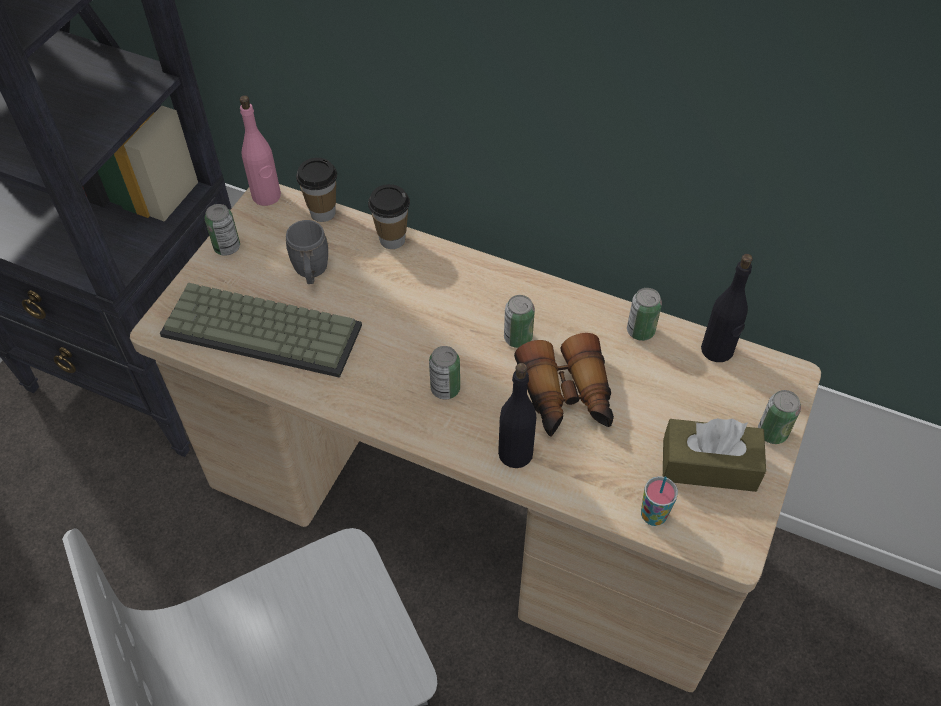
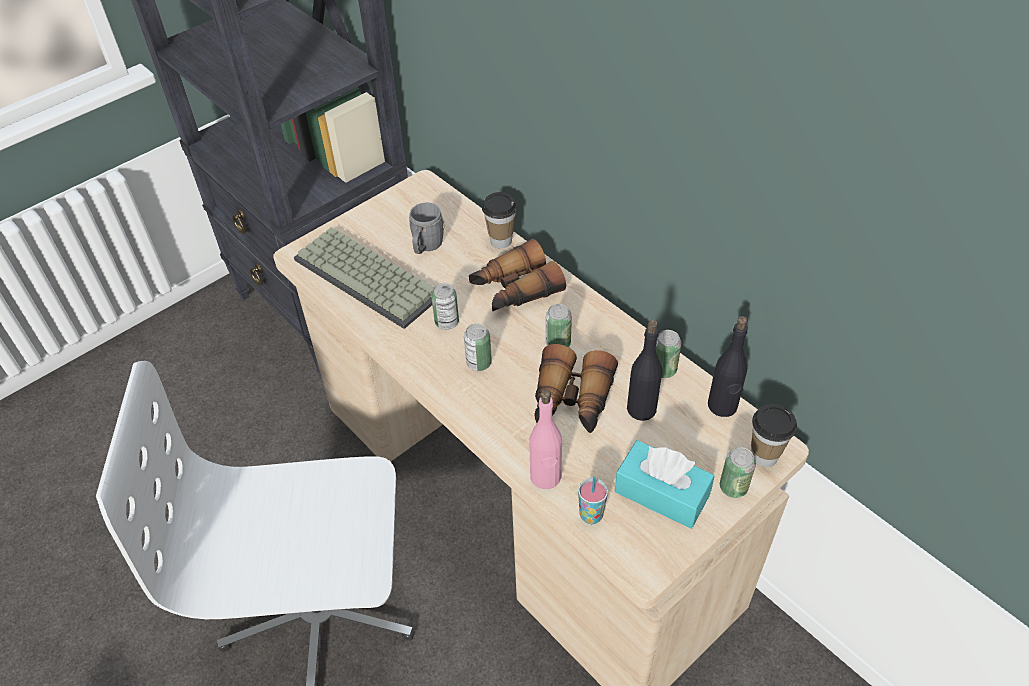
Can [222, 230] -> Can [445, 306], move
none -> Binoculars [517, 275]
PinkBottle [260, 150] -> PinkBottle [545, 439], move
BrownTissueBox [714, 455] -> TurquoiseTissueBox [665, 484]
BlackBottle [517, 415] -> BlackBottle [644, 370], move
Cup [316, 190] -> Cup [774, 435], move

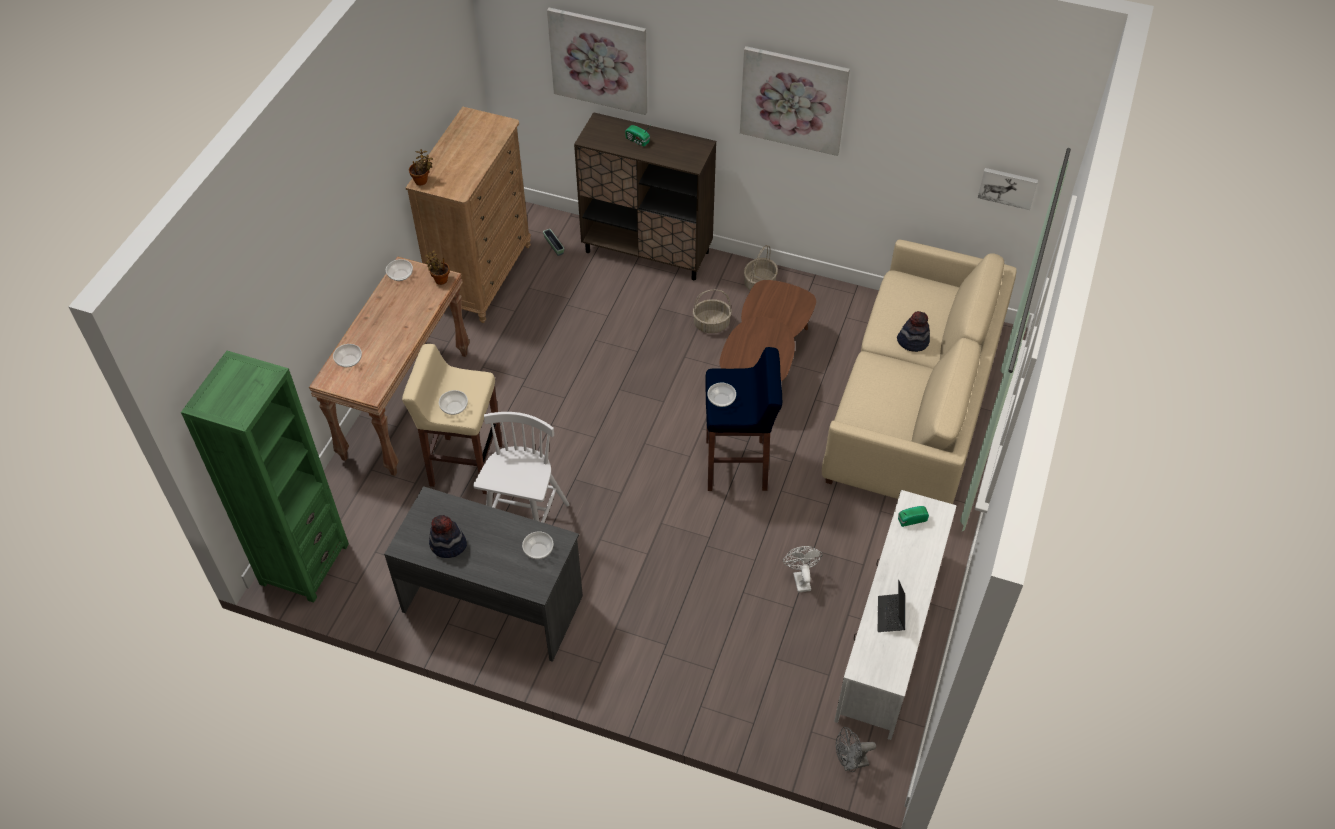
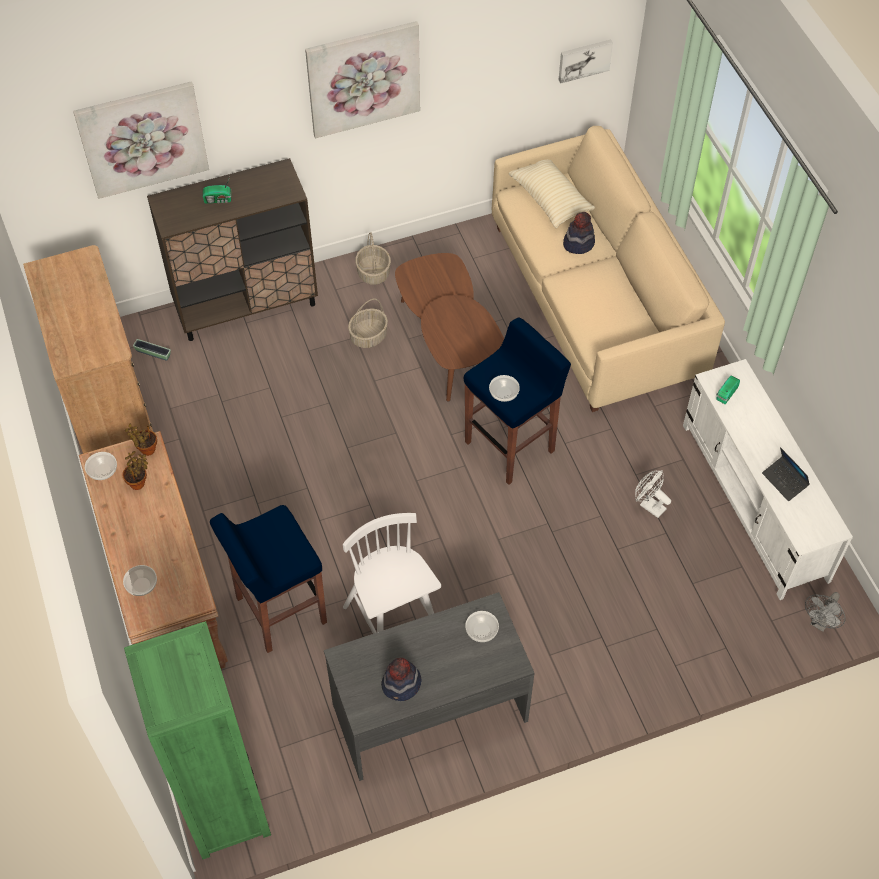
PottedPlant [421, 167] -> PottedPlant [135, 470], move
BeigeStool [452, 419] -> BlueStool [268, 579]
none -> BeigePillow [552, 194]
Bowl [453, 402] -> none

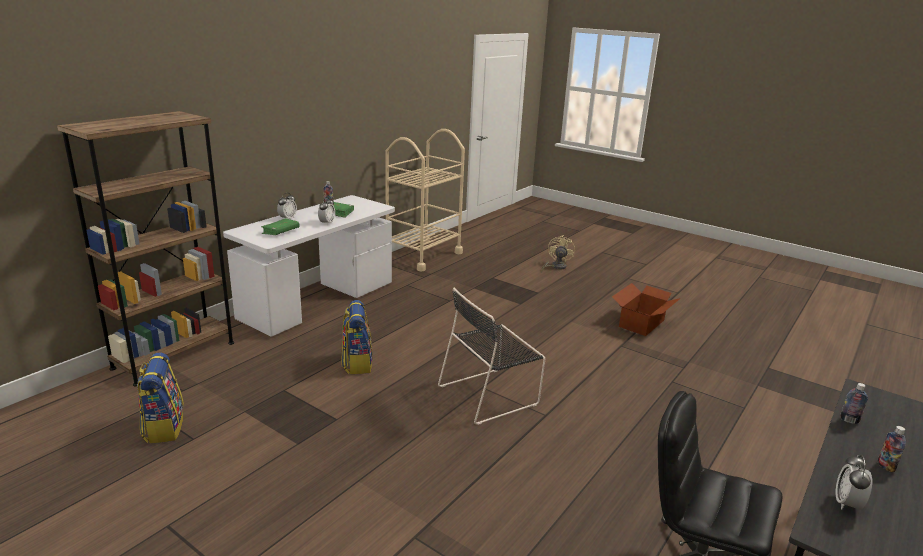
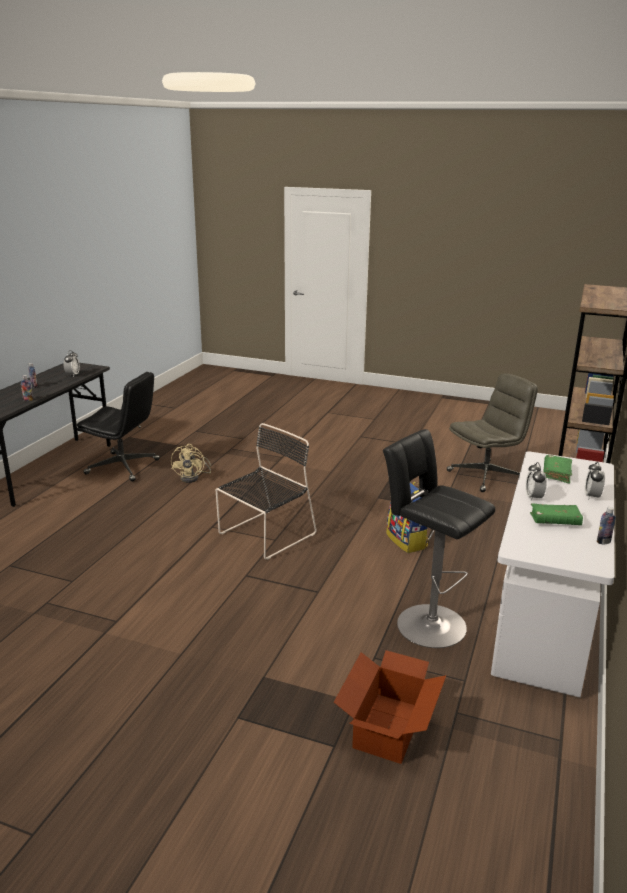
BeigeFan [558, 253] -> BeigeFan [191, 463], move
CardboardBox [646, 309] -> CardboardBox [390, 707], move
none -> BlackStool [439, 538]
Backpack [160, 397] -> GreyOfficeChair [492, 432]
BeigeCart [425, 200] -> none

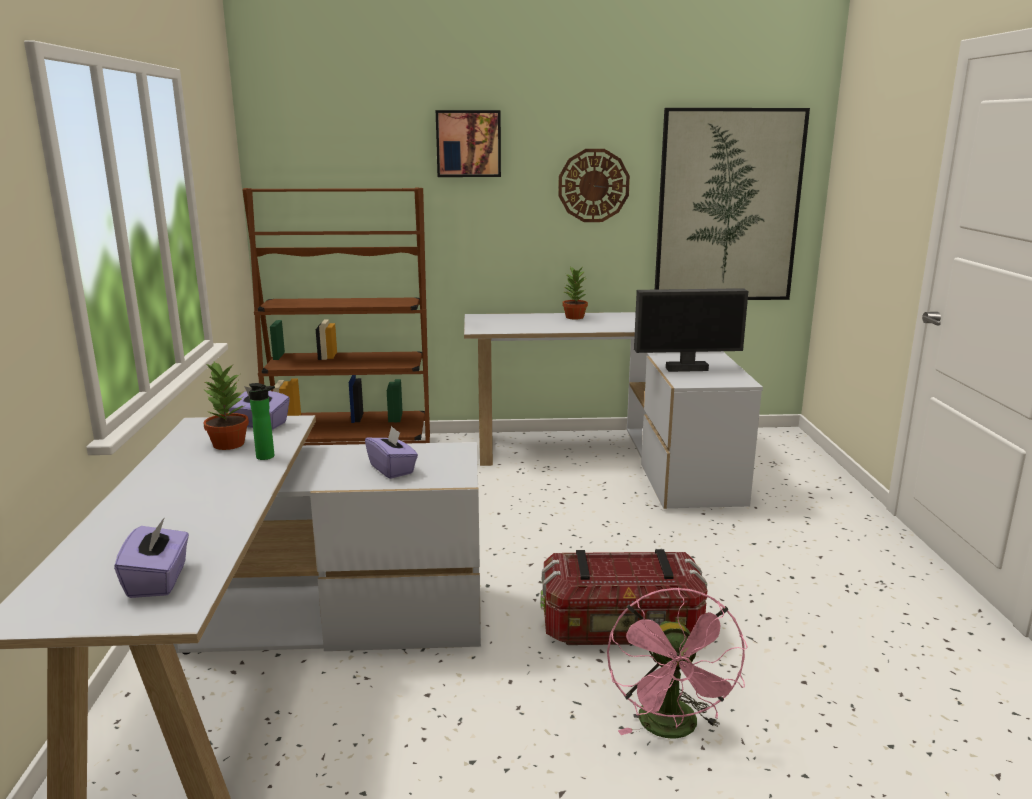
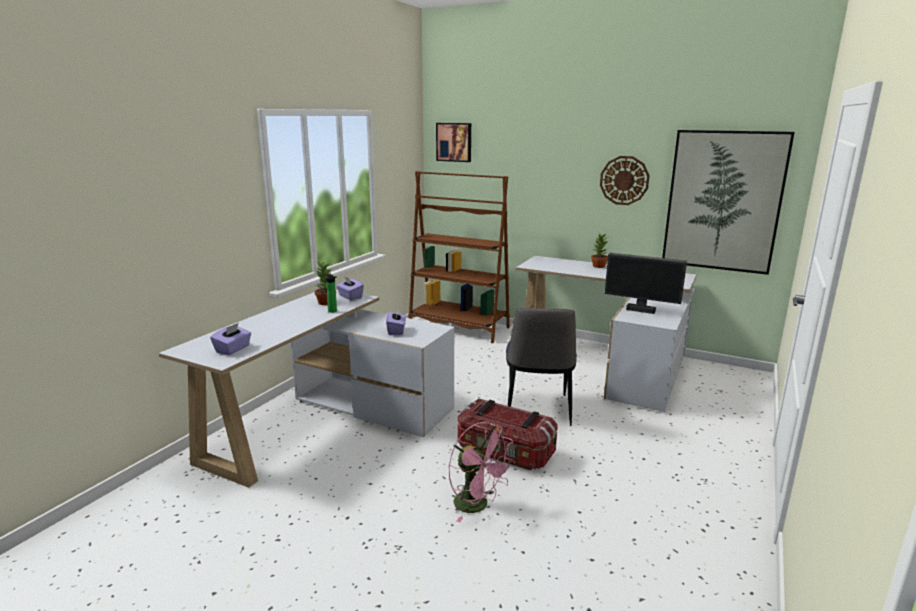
Picture [468, 143] -> Picture [453, 142], move
PinkFan [677, 663] -> PinkFan [482, 472], 75 degrees counterclockwise
none -> Chair [541, 367]

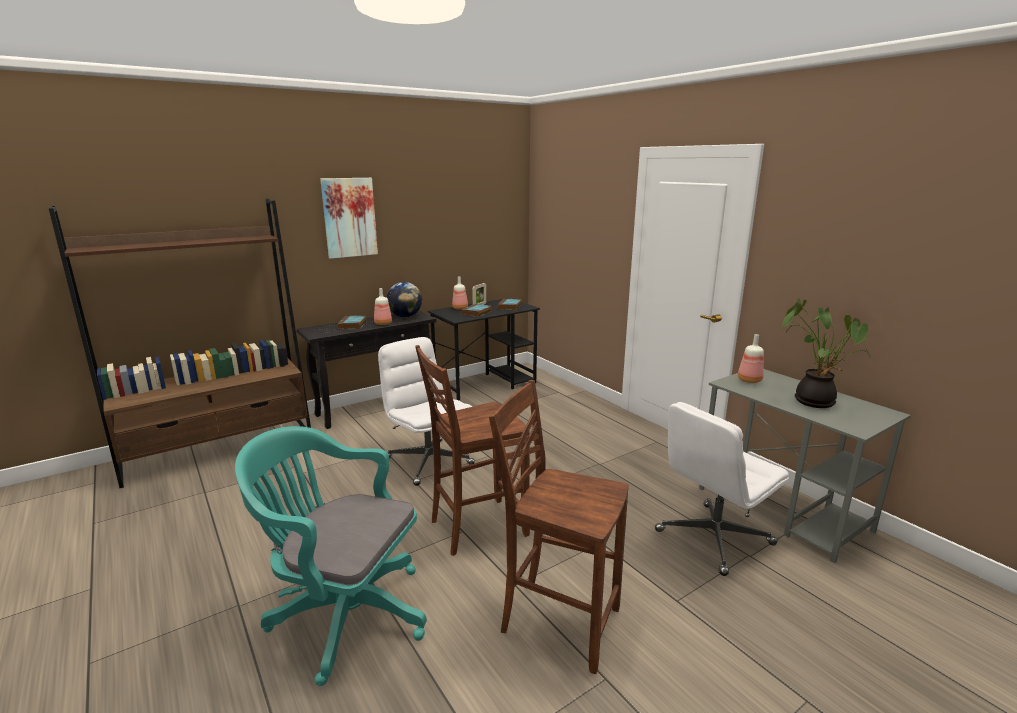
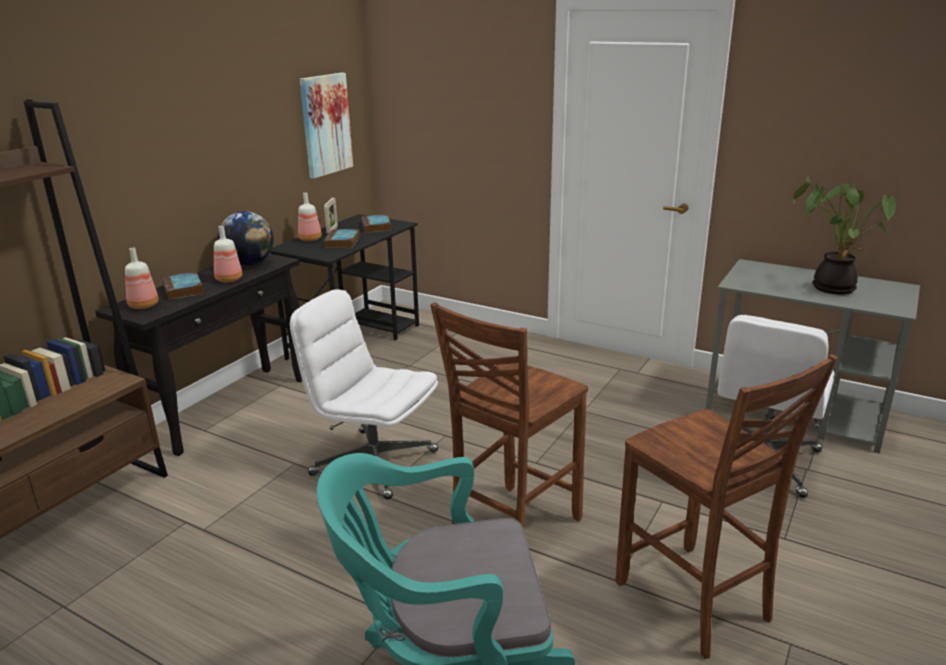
Bottle [751, 358] -> Bottle [142, 278], move
Picture [349, 218] -> Picture [326, 125], move
BrownChair [559, 527] -> BrownChair [727, 506], 120 degrees counterclockwise

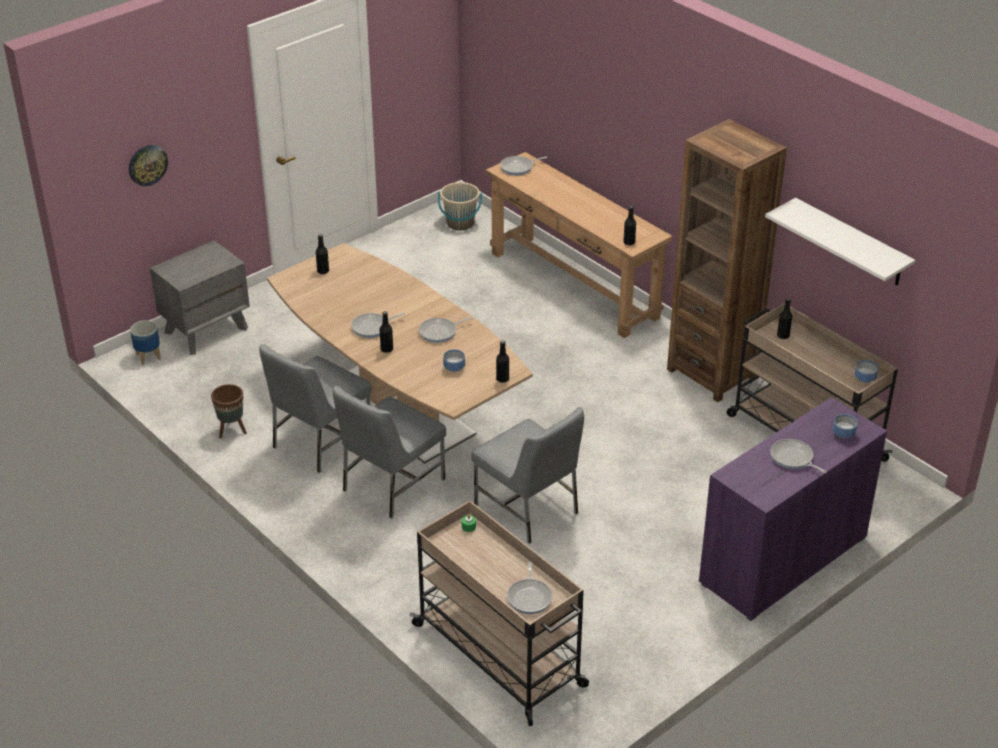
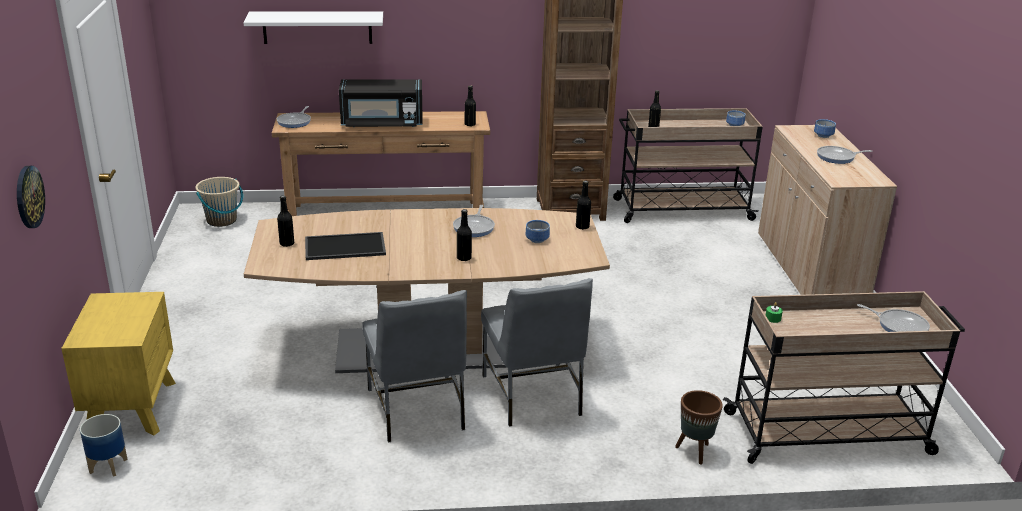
GreyNightstand [200, 297] -> YellowNightstand [118, 363]
WhiteShelf [840, 242] -> WhiteShelf [313, 27], move
none -> Tray [345, 246]
none -> BlackMicrowave [381, 103]
BrownPlanter [229, 411] -> BrownPlanter [699, 427], move
PurpleCabinet [793, 509] -> BeigeCabinet [827, 210]
FryingPan [378, 325] -> none
GreyChair [527, 475] -> none

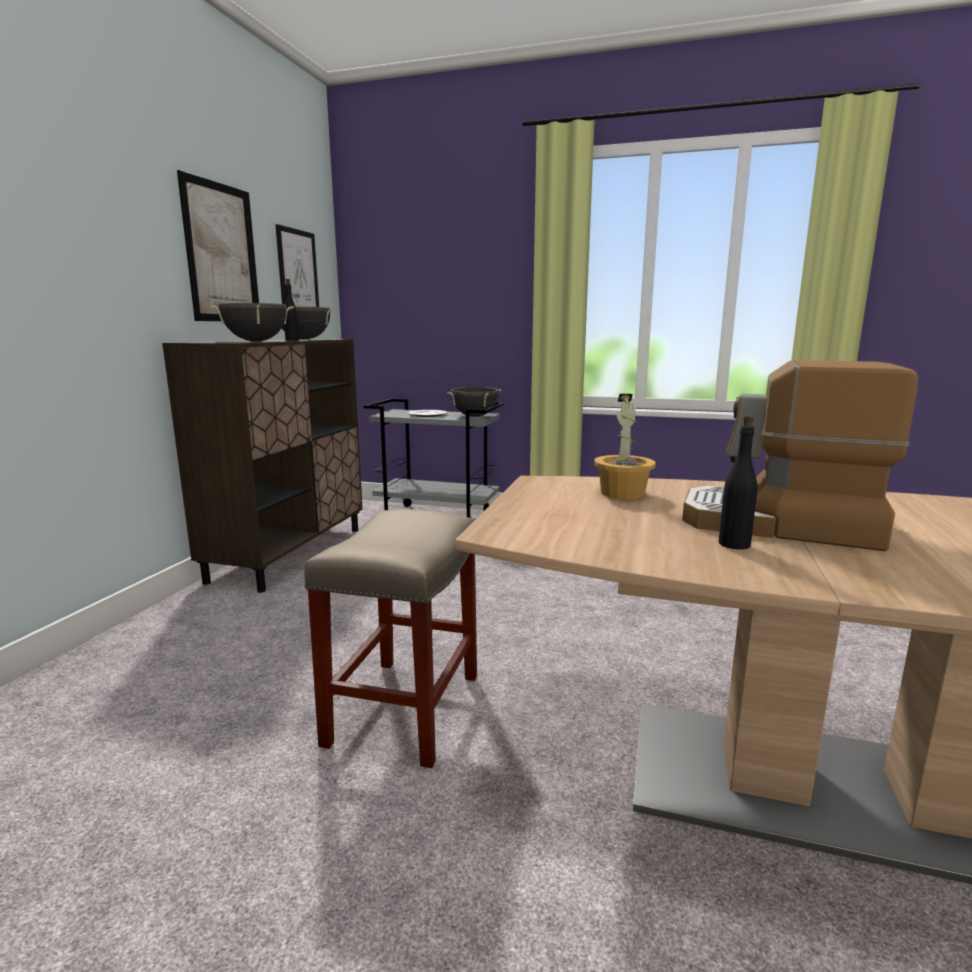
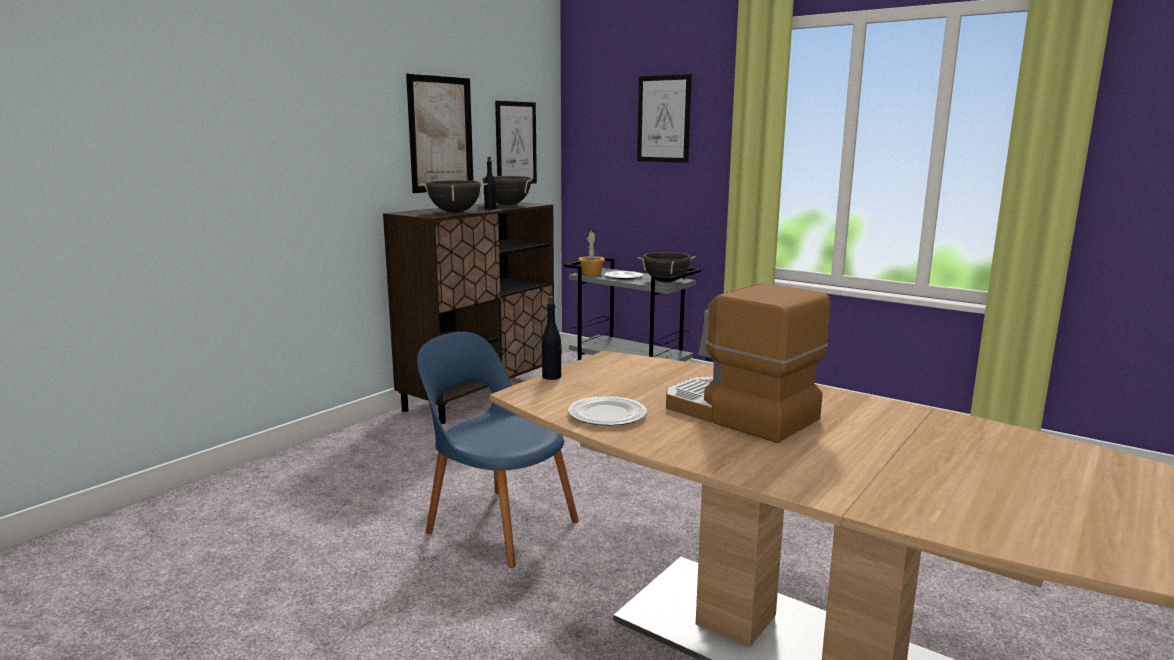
BeigeStool [390, 638] -> BlueChair [498, 450]
BlackBottle [738, 482] -> BlackBottle [552, 338], move
none -> Plate [607, 411]
PottedPlant [625, 446] -> PottedPlant [591, 252], move
none -> Picture [664, 118]

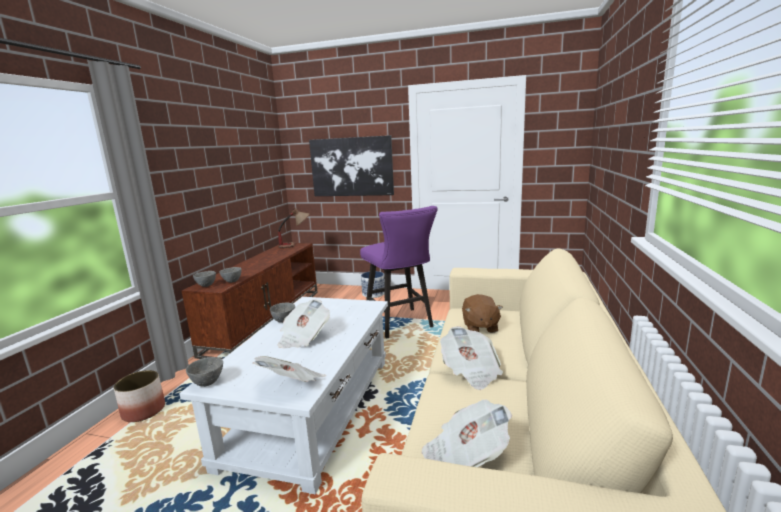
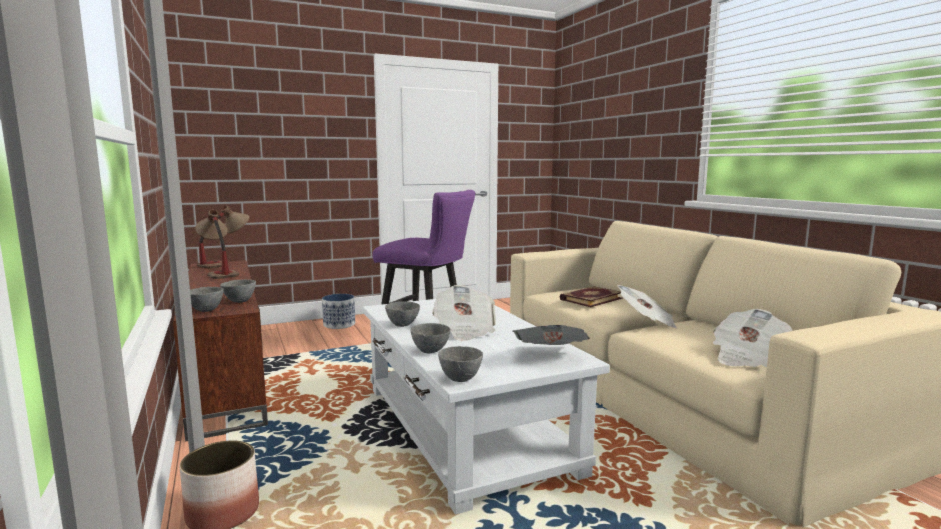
none -> TableLamp [217, 244]
none -> GreyBowl [431, 338]
BrownPlushToy [482, 313] -> Book [591, 296]
Picture [351, 165] -> none

